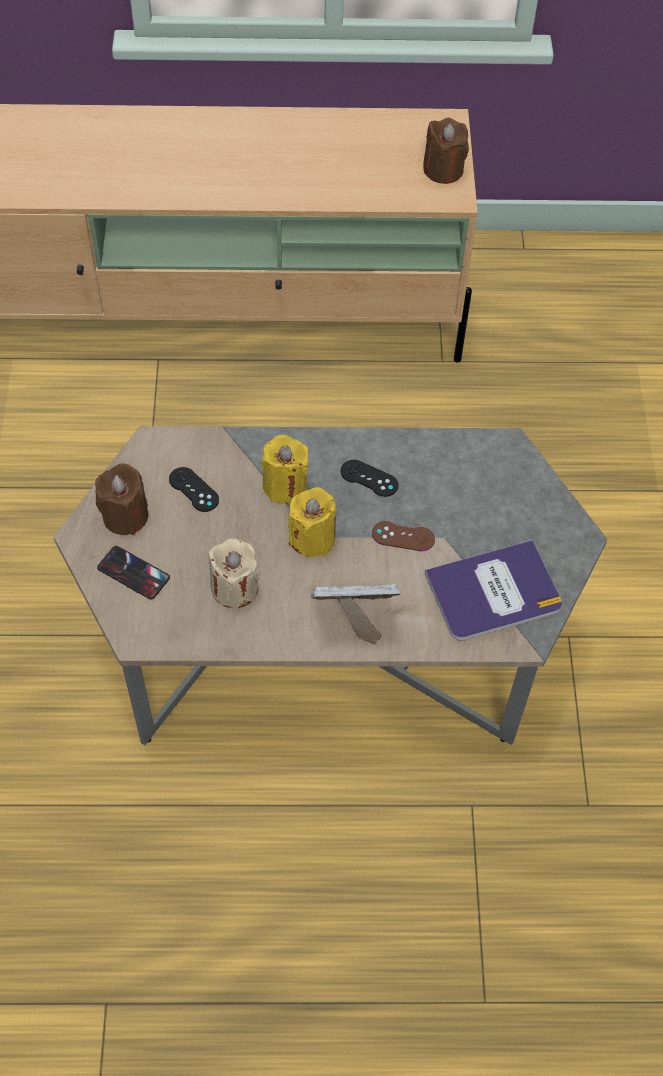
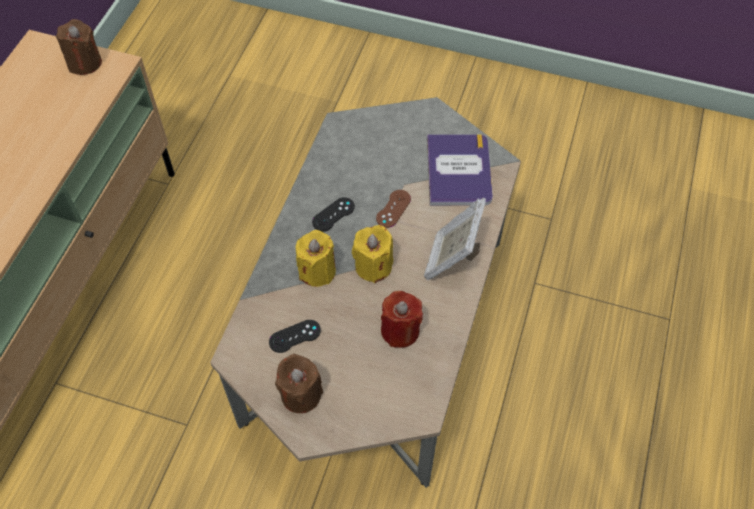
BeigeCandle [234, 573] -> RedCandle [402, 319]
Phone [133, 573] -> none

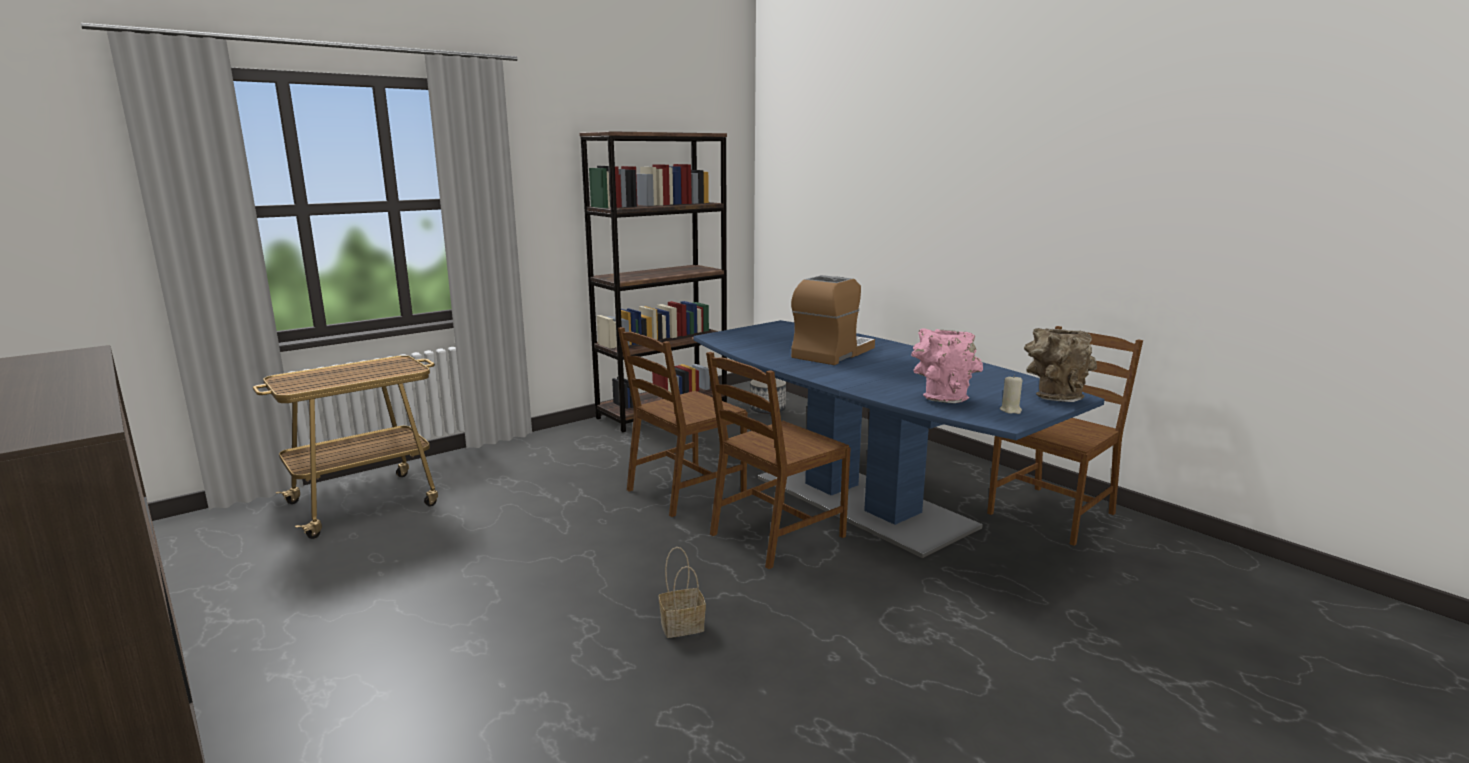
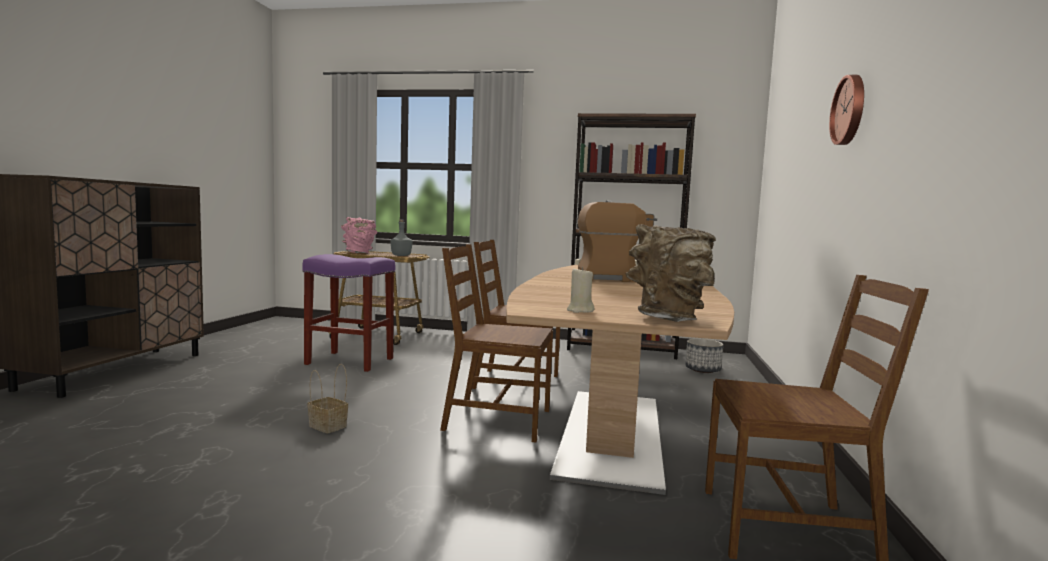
none -> PurpleStool [348, 313]
PinkVase [947, 365] -> PinkVase [359, 235], move
none -> GreyBottle [401, 237]
BlueDiningTable [899, 439] -> BrownDiningTable [620, 380]
none -> WallClock [846, 110]

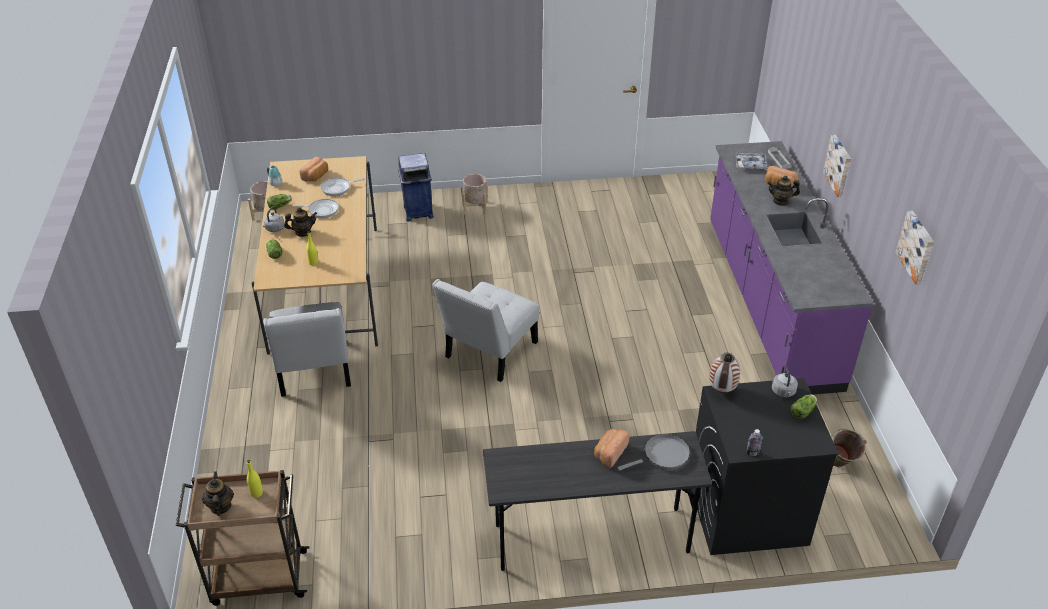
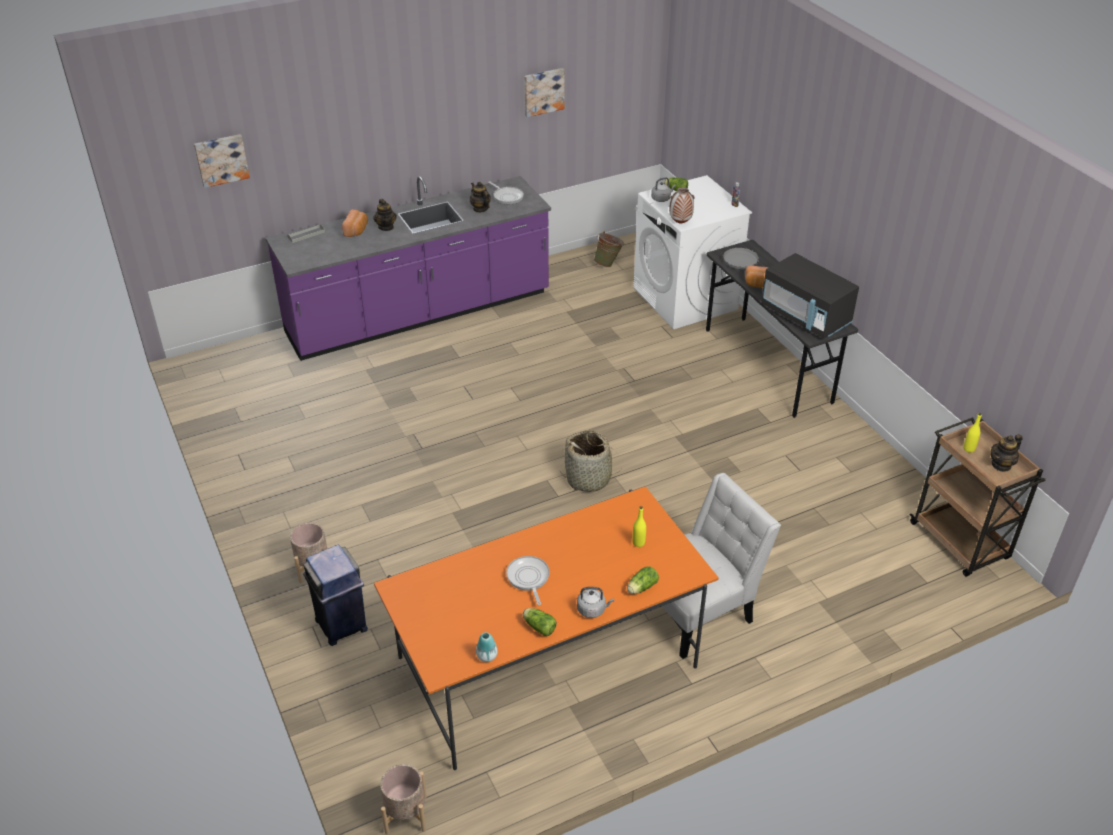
Picture [837, 166] -> Picture [222, 161], move
BeigeDiningTable [315, 255] -> OrangeDiningTable [546, 628]
Teapot [300, 222] -> Teapot [480, 197], move
FryingPan [343, 187] -> FryingPan [506, 193], move
WhiteChair [485, 330] -> Basket [591, 461]
BlackWashingMachine [765, 466] -> WhiteWashingMachine [692, 252]
none -> BlackMicrowave [810, 295]
Bread [313, 169] -> none
Tray [751, 161] -> none

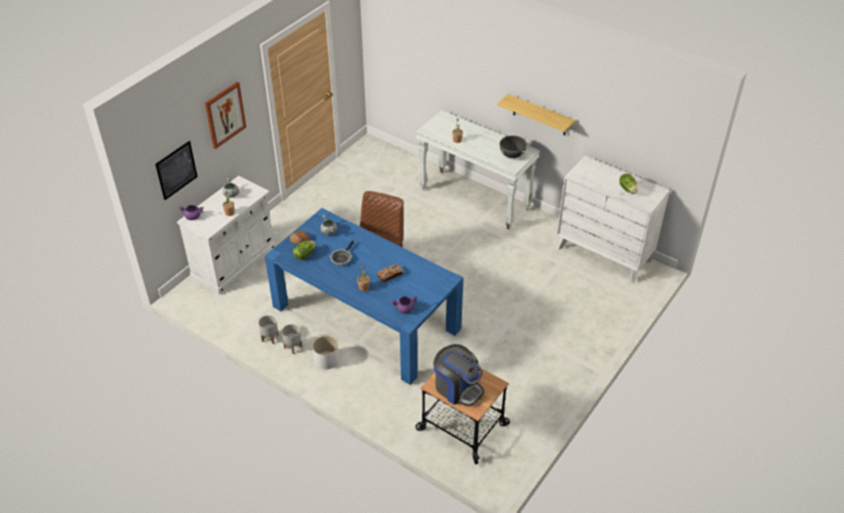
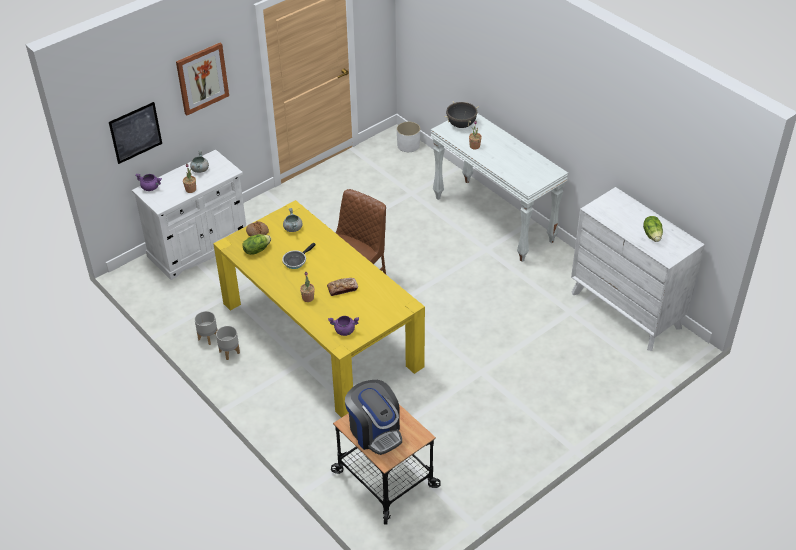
BlueDiningTable [364, 296] -> YellowDiningTable [319, 309]
WhitePlanter [325, 352] -> WhitePlanter [408, 137], move
BlackCookingPot [513, 146] -> BlackCookingPot [461, 114], move
Shelf [536, 114] -> none

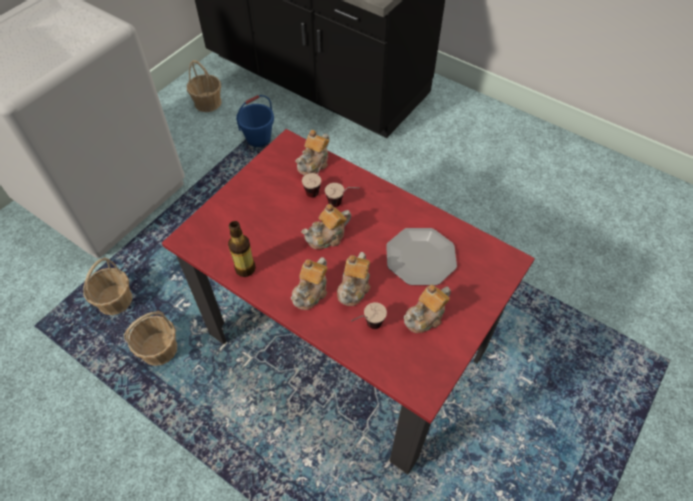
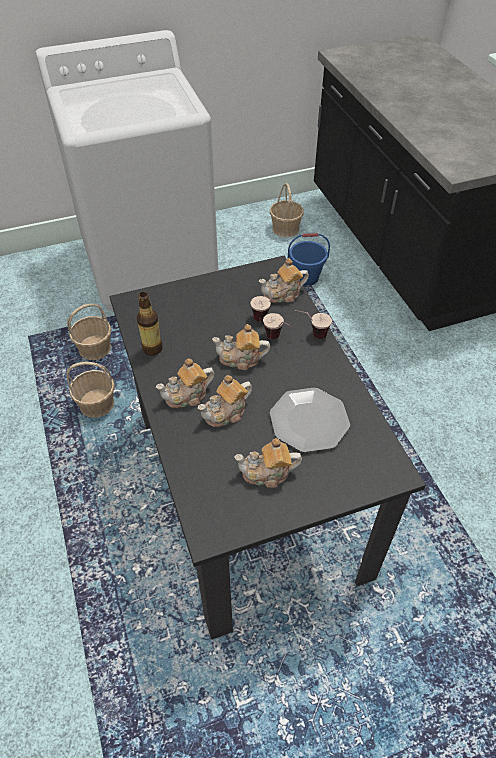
RedDiningTable [348, 301] -> BlackDiningTable [267, 448]
Cup [369, 315] -> Cup [313, 324], move

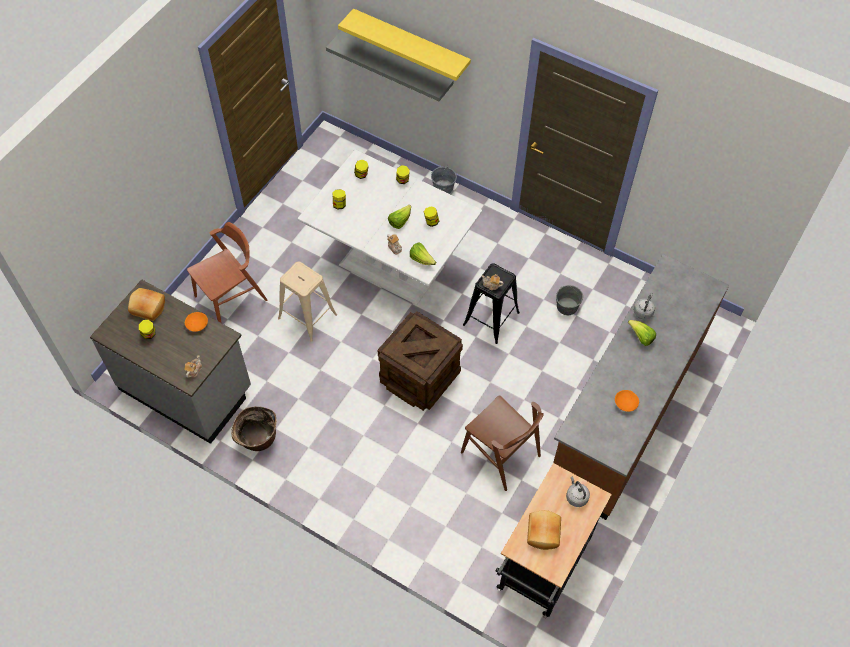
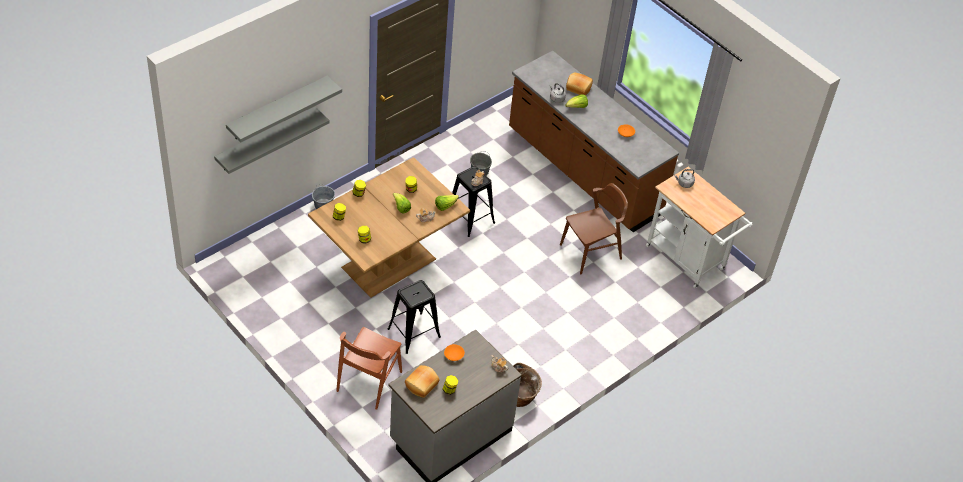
YellowShelf [404, 45] -> GreyShelf [284, 109]
WhiteDiningTable [390, 227] -> BrownDiningTable [389, 227]
BrownChair [227, 272] -> BrownChair [369, 368], 135 degrees counterclockwise
BeigeStool [307, 301] -> BlackStool [414, 317]
Bread [544, 530] -> Bread [579, 83], move
BlackCart [554, 540] -> WhiteCart [699, 227]
Crate [420, 361] -> none

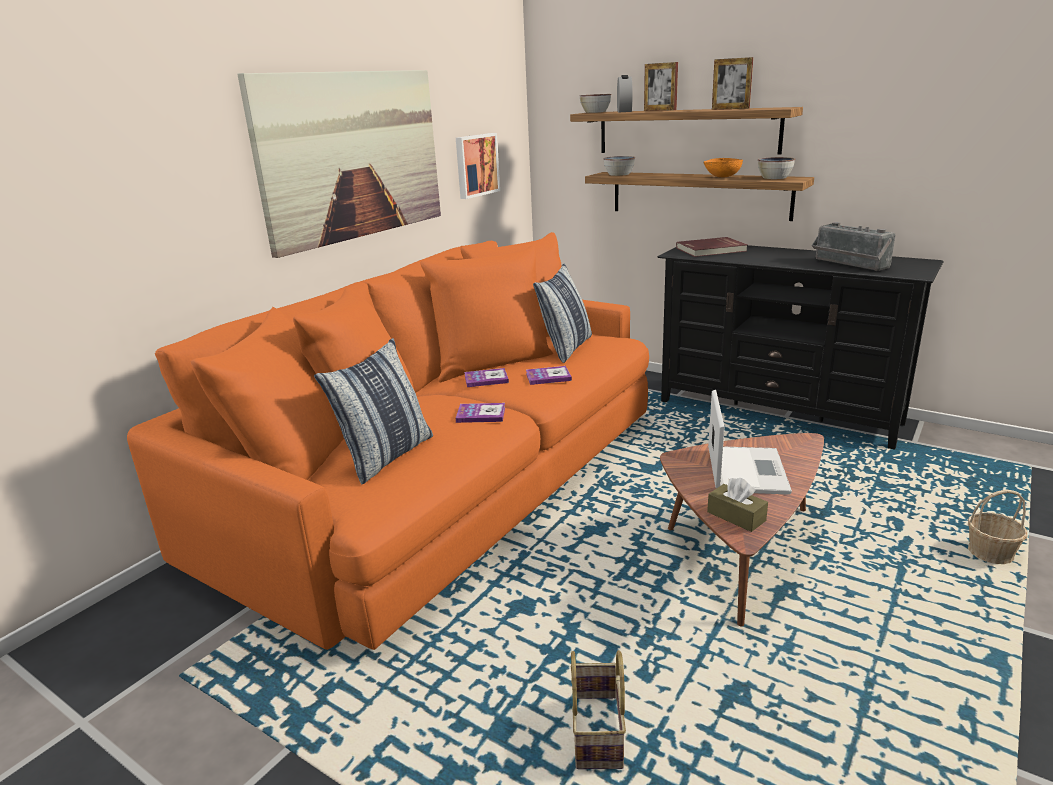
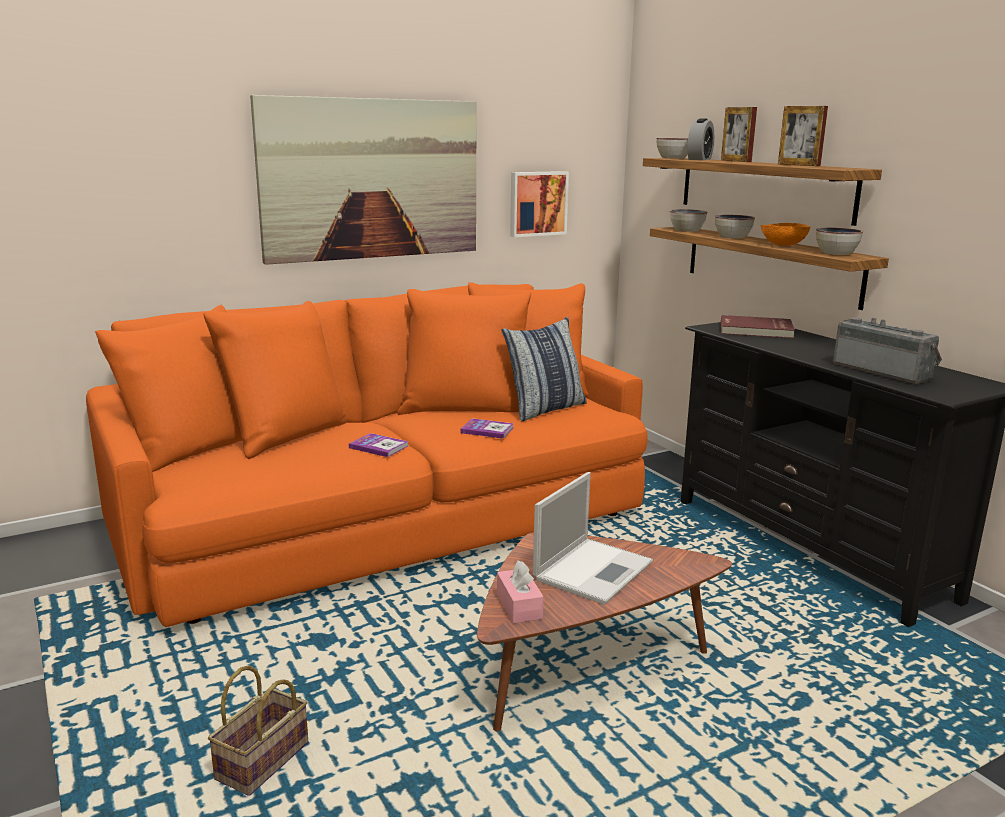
BrownTissueBox [737, 505] -> PinkTissueBox [520, 591]
none -> Bowl [735, 226]
Radio [853, 246] -> Radio [887, 351], 150 degrees clockwise
Pillow [373, 411] -> none
Book [486, 377] -> none
Basket [997, 527] -> none

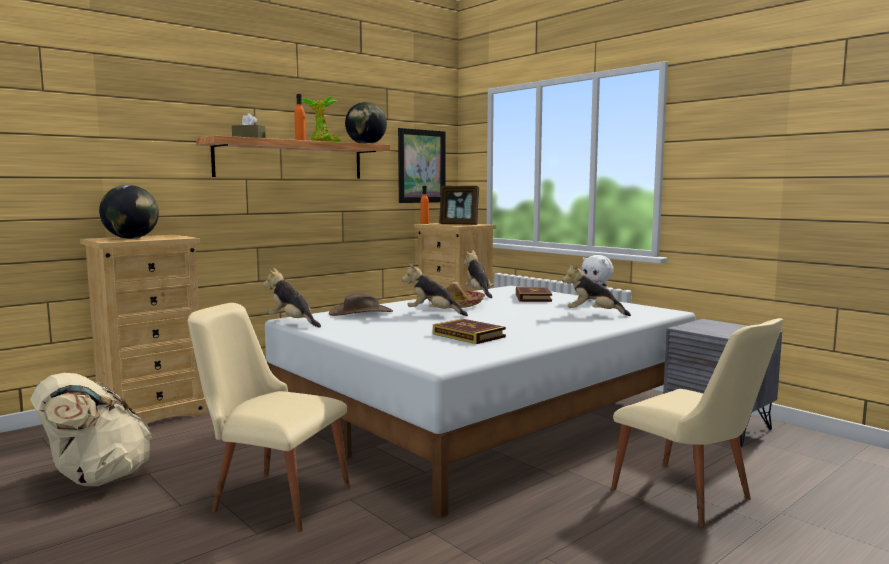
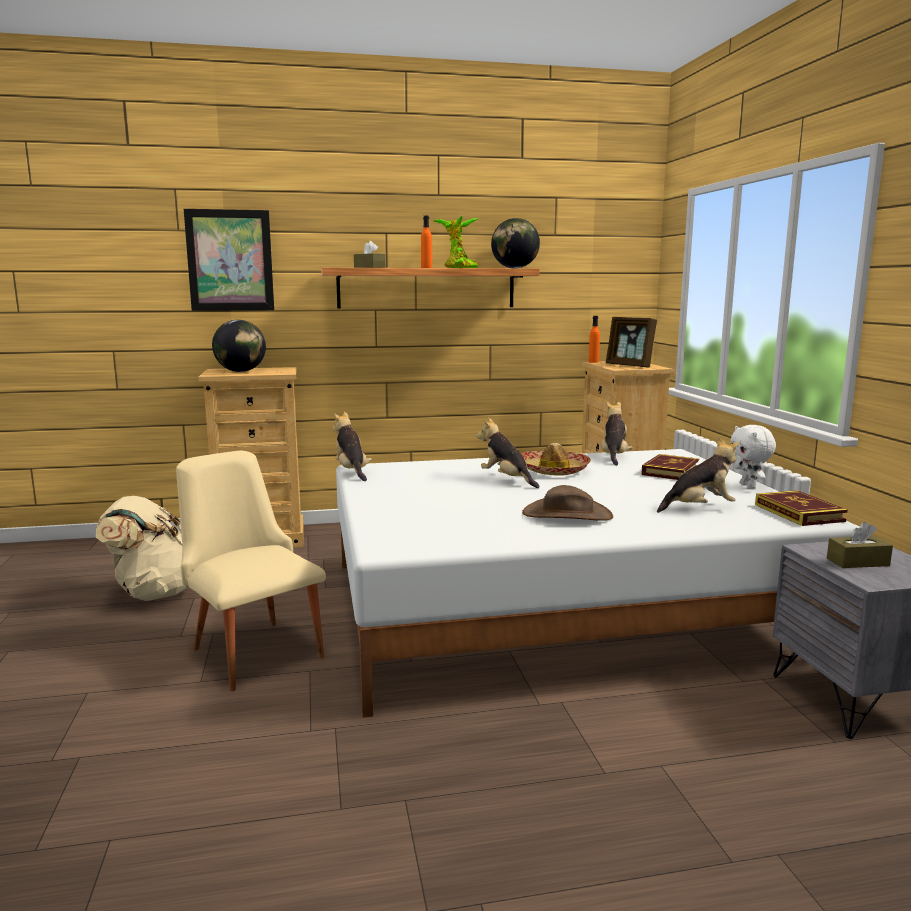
Picture [422, 165] -> Picture [229, 260], move
BrownHat [361, 304] -> BrownHat [567, 503], move
PlushToy [596, 290] -> PlushToy [698, 475], 120 degrees clockwise
Book [469, 331] -> Book [801, 508], move
none -> BrownTissueBox [860, 545]
BeigeChair [697, 422] -> none

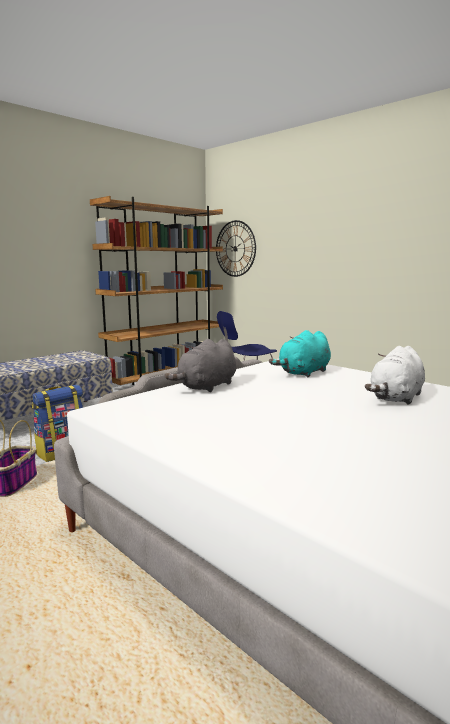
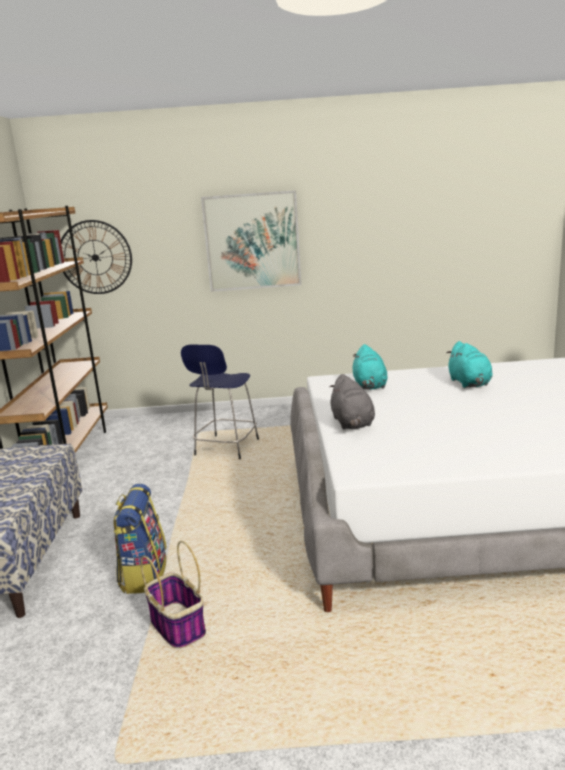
none -> Picture [251, 241]
WhitePlushToy [395, 375] -> TurquoisePlushToy [469, 364]

